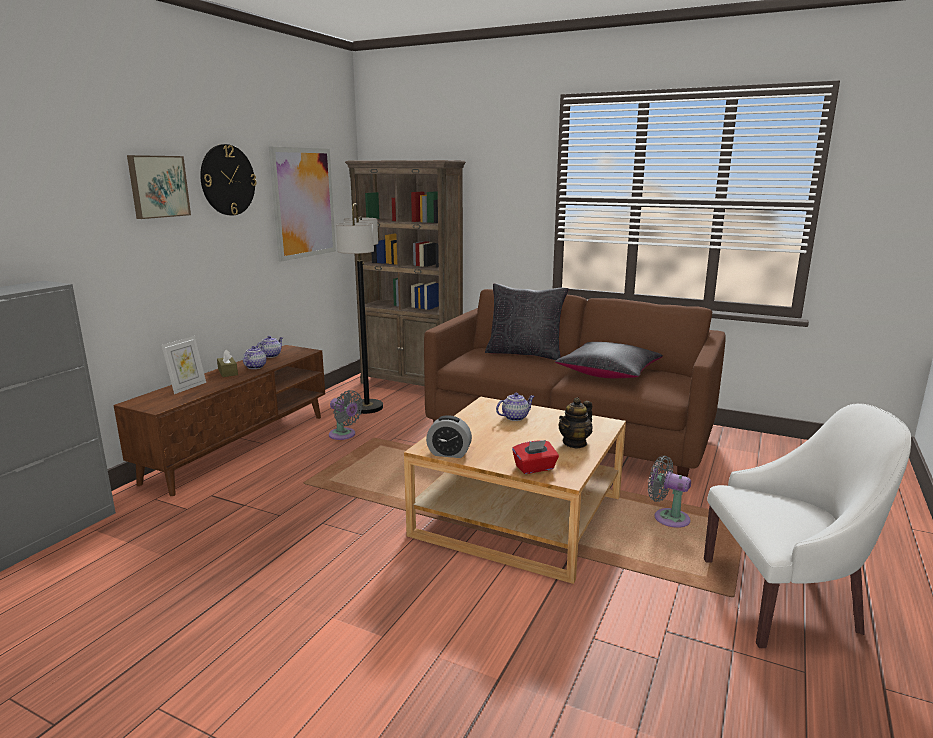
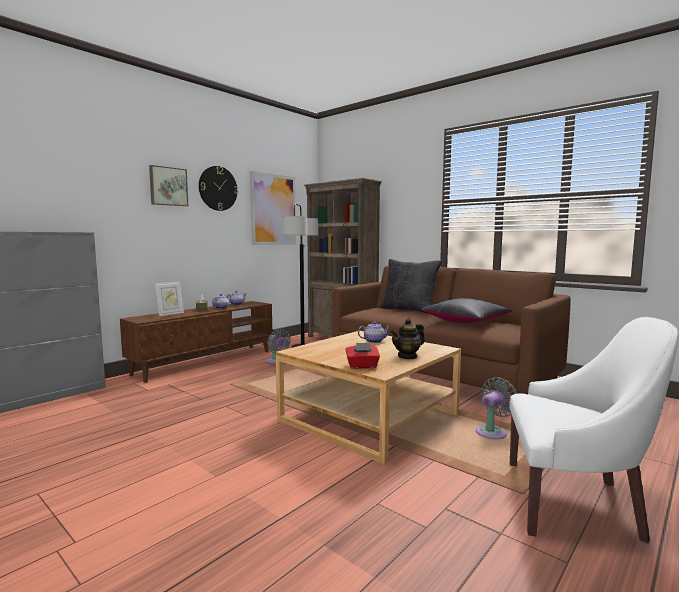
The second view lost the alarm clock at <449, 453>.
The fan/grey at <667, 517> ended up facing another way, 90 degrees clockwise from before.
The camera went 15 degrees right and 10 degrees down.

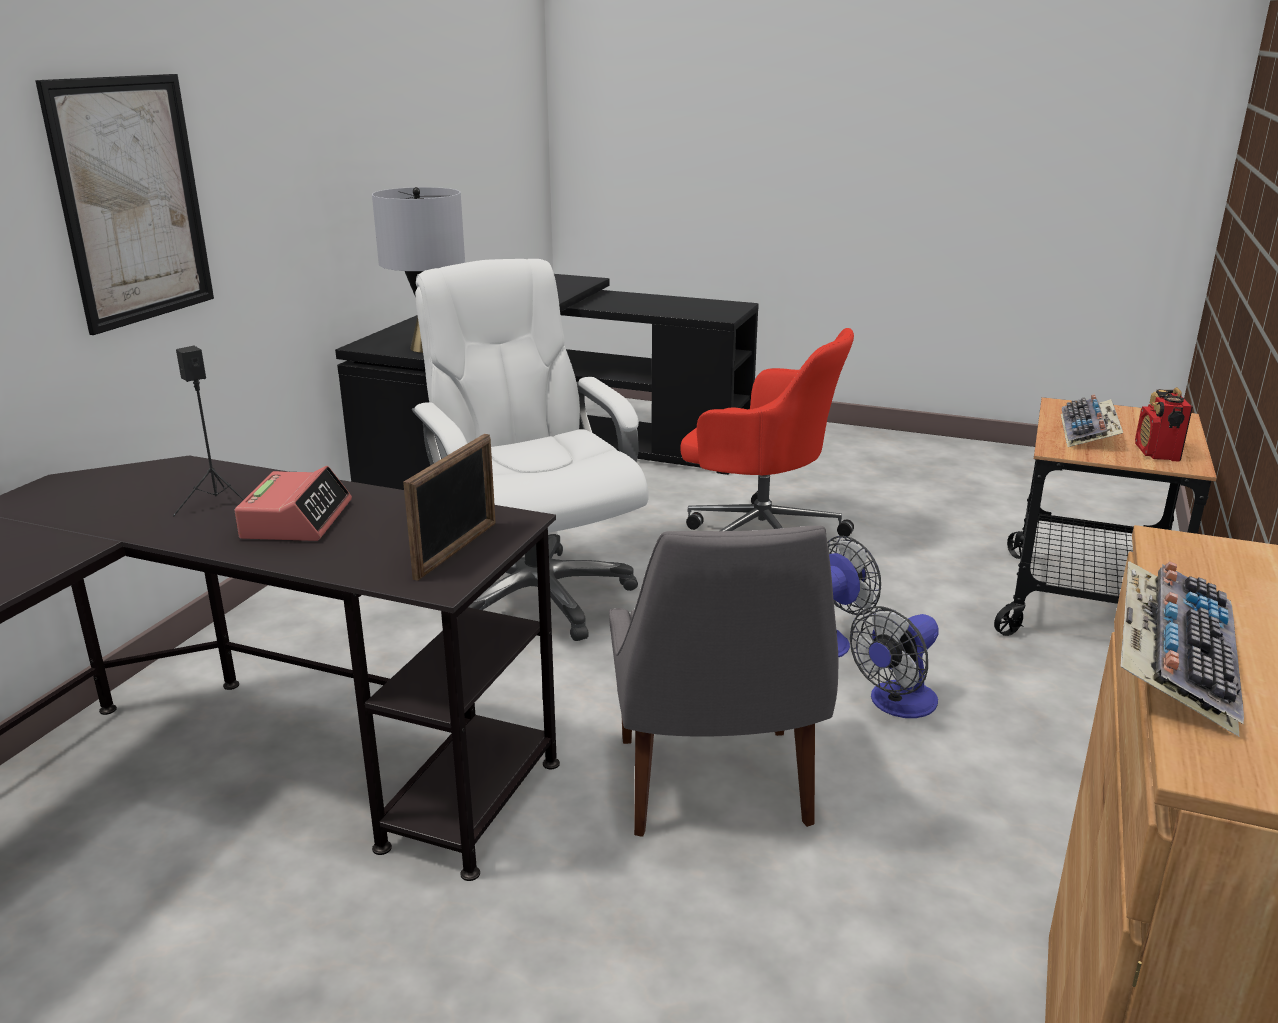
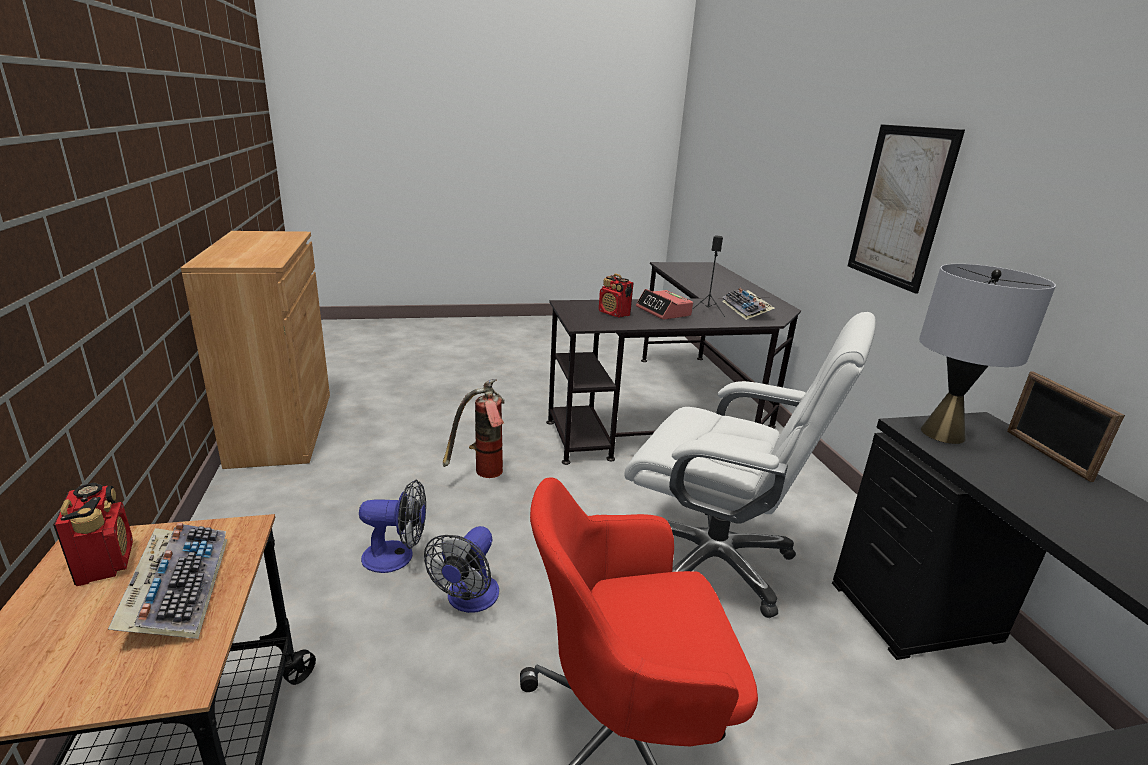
The second view gained the radio receiver at <614, 314>.
The standing frame ended up elsewhere, having gone from <457, 550> to <1046, 454>.
The keyboard ended up elsewhere, having gone from <1172, 657> to <746, 310>.
Where the plain chair/grey stood at <714, 786>, the extinguisher came to stand at <482, 475>.
The fan at <896, 704> ended up facing another way, 75 degrees clockwise from before.
The camera went 145 degrees right and 0 degrees up.

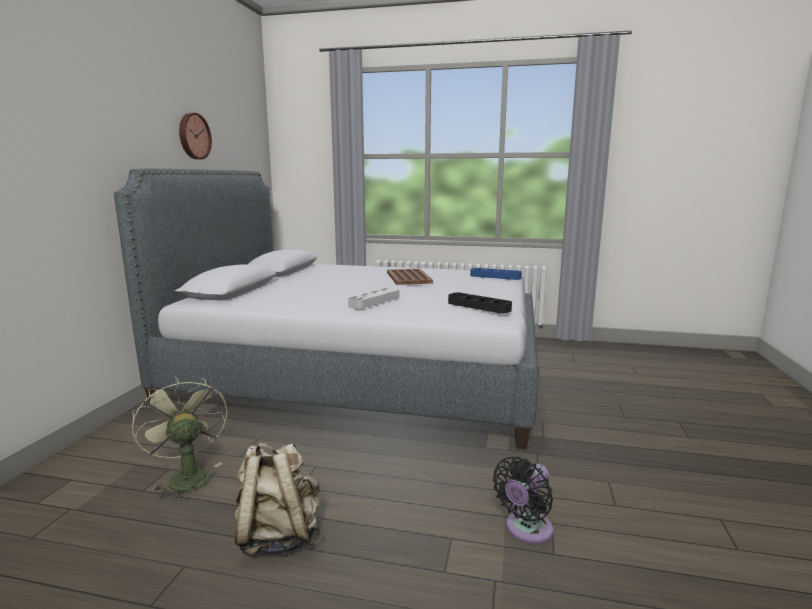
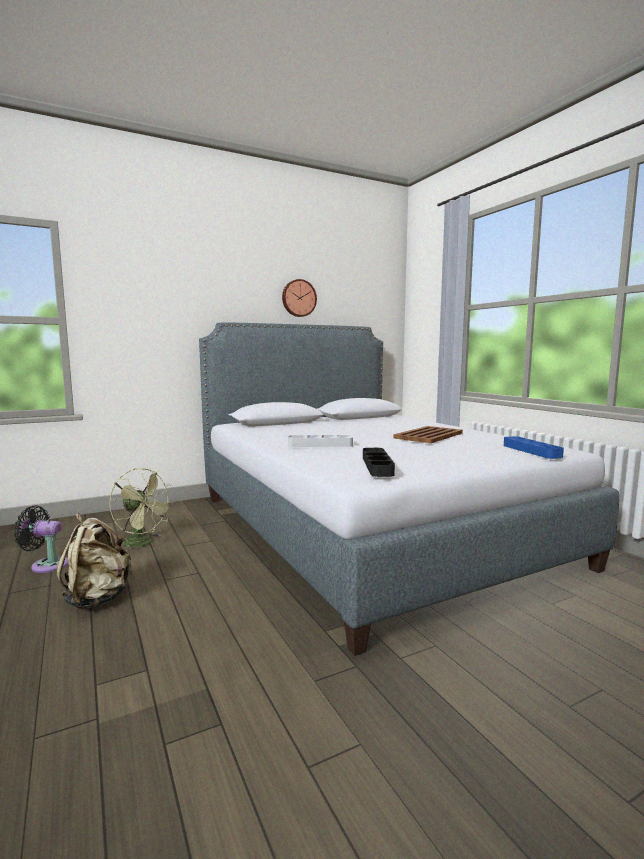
The fan/black-coloured ended up elsewhere, having gone from <526, 530> to <46, 565>.
The fan/green-coloured at <186, 476> ended up facing another way, 105 degrees clockwise from before.
The camera went 50 degrees right and 5 degrees down.

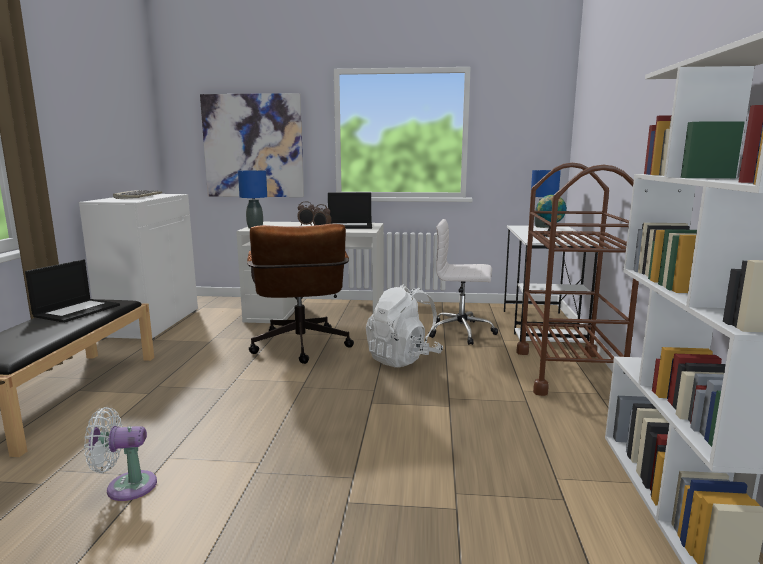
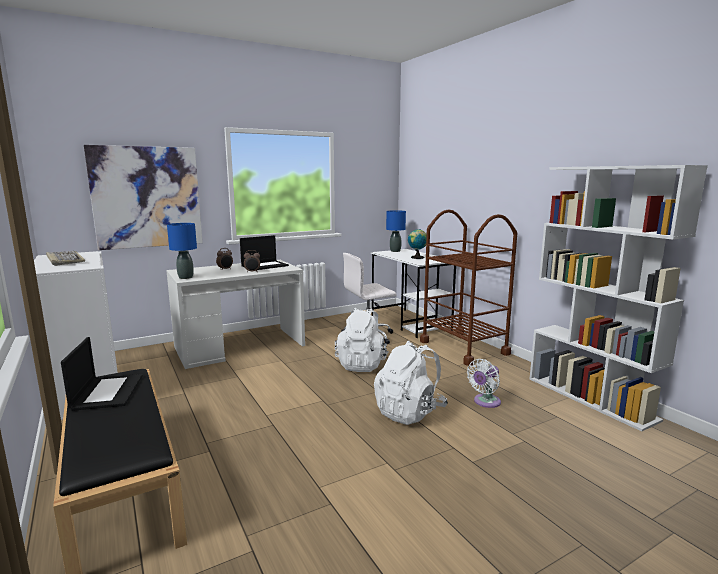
The second view lost the desk chair/brown-coloured at <301, 349>.
The second view gained the knapsack/white-coloured at <409, 412>.
The fan/white-coloured ended up elsewhere, having gone from <126, 486> to <485, 402>.
The camera went 35 degrees left and 0 degrees up.

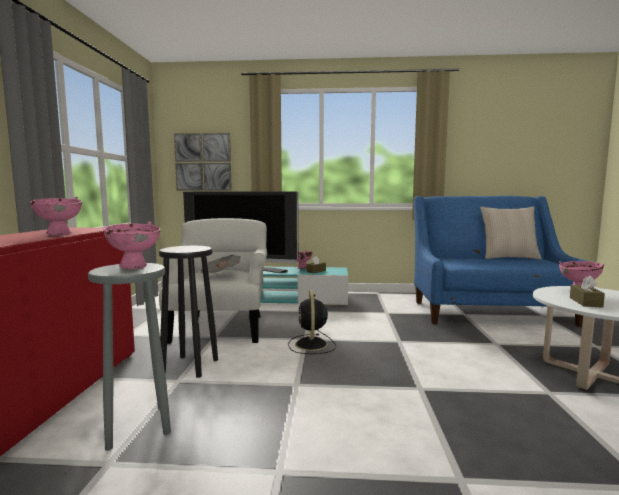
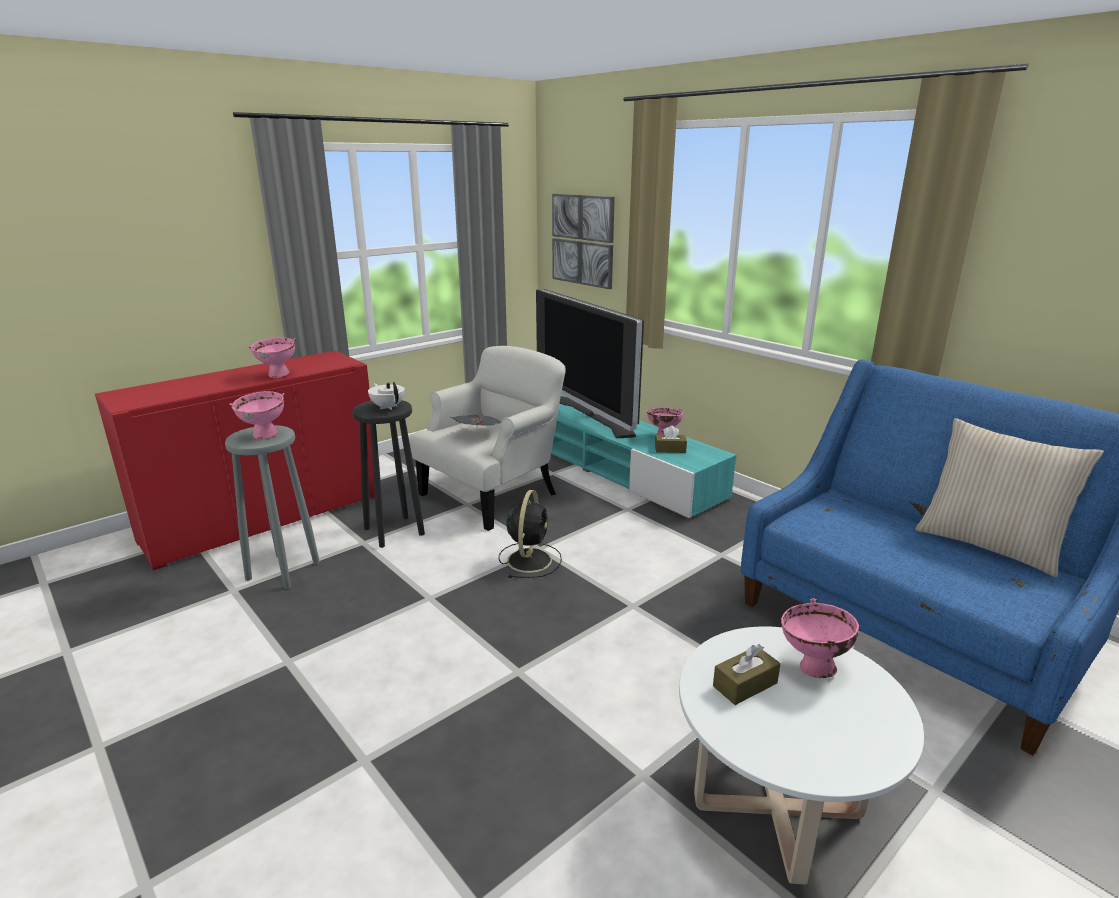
The second view gained the tea pot/white-coloured at <388, 407>.
The fan/black-coloured at <311, 345> ended up facing another way, 150 degrees clockwise from before.
The camera went 45 degrees right and 15 degrees up.

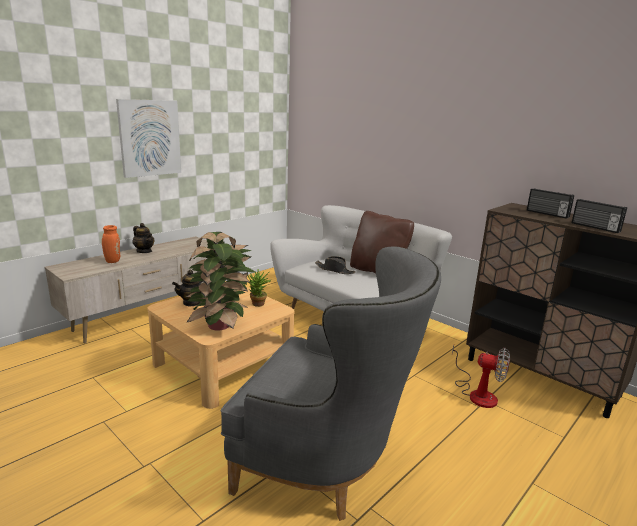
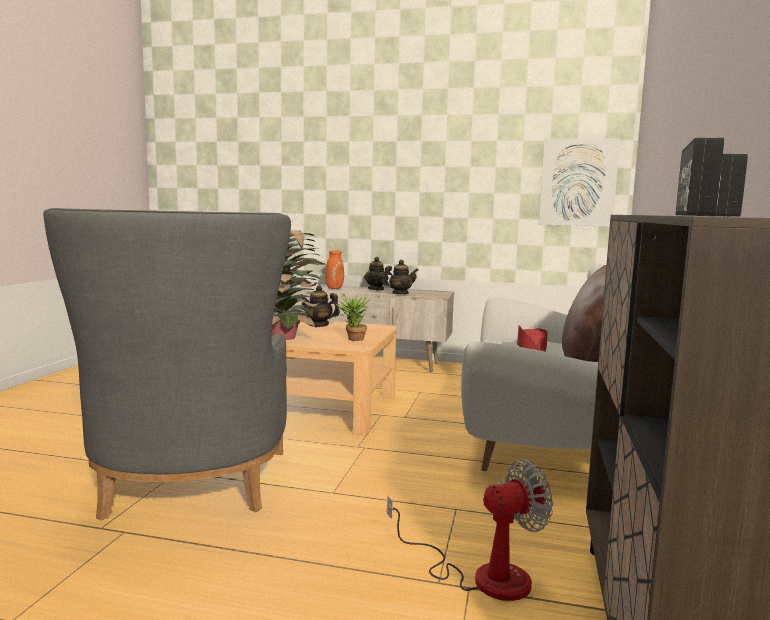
The second view gained the tea pot at <400, 293>.
The picture ended up elsewhere, having gone from <149, 138> to <578, 182>.
What was the clothing hat/black-coloured at <335, 270> turned into the clothing hat/red-coloured at <531, 348>.
The fan at <477, 393> ended up facing another way, 105 degrees counterclockwise from before.
The camera went 60 degrees right and 10 degrees down.

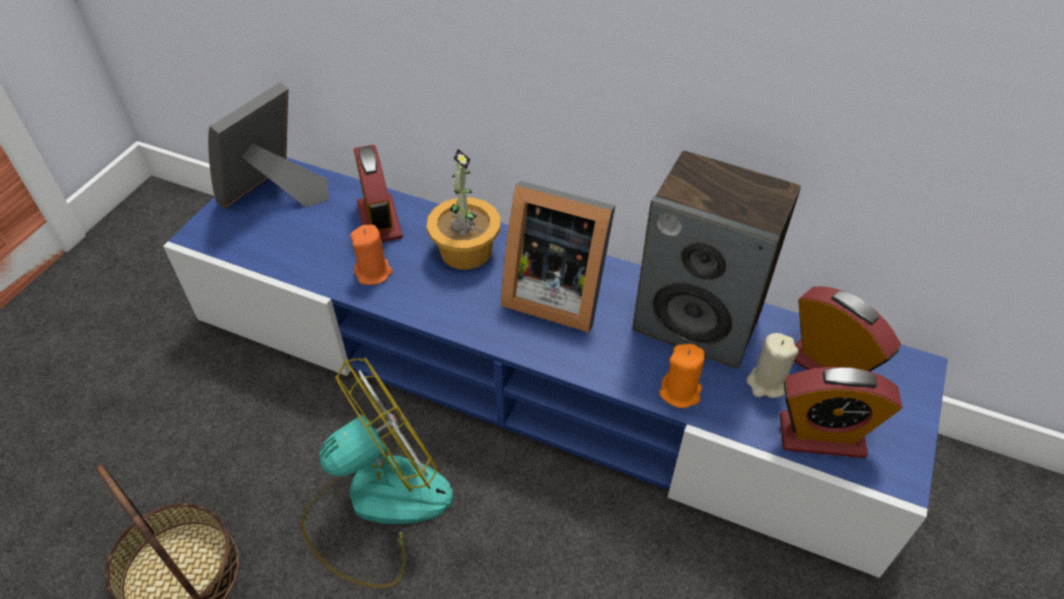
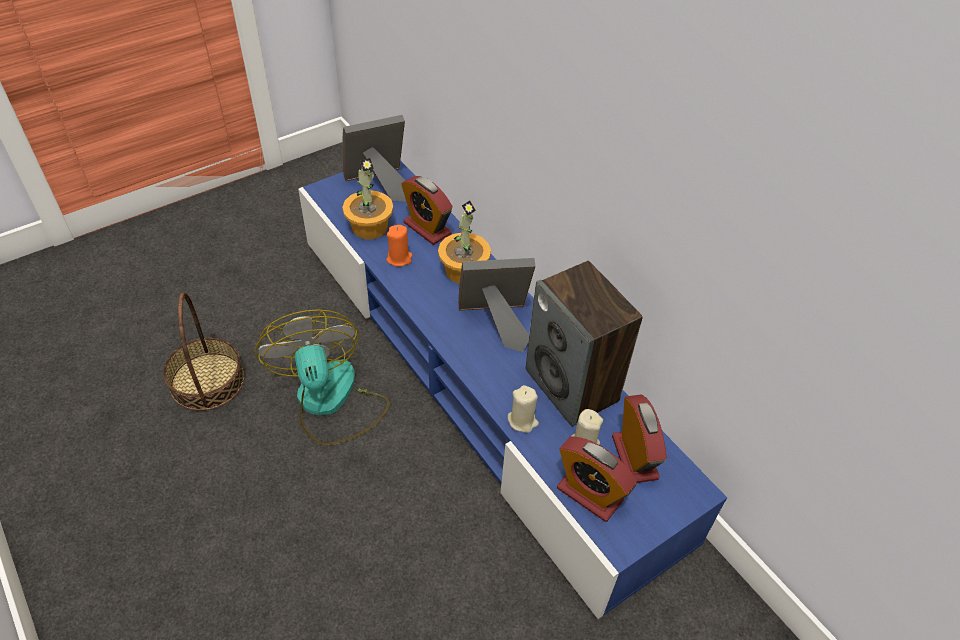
The second view gained the houseplant at <369, 227>.
What was the wax light/orangey at <680, 392> turned into the wax light/beige-coloured at <522, 421>.
The fan at <377, 505> ended up facing another way, 105 degrees counterclockwise from before.
The alarm clock at <379, 221> ended up facing another way, 120 degrees clockwise from before.
The standing frame at <554, 293> ended up facing another way, 120 degrees clockwise from before.
The camera went 30 degrees right and 0 degrees up.

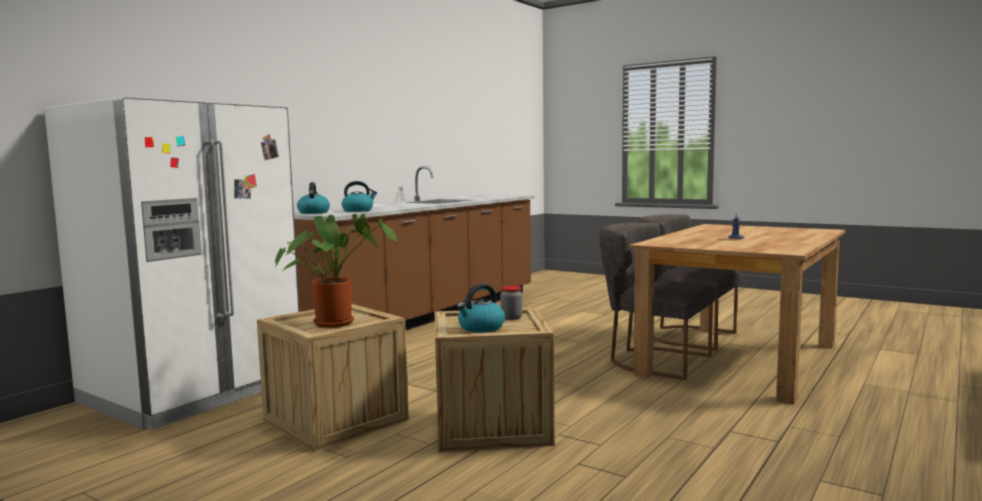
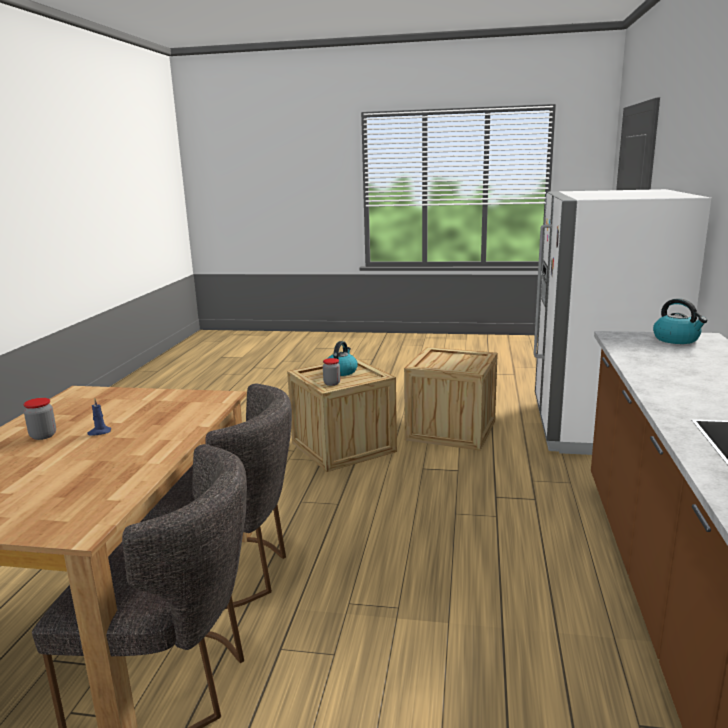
The second view lost the houseplant at <337, 322>.
The second view lost the kettle at <358, 210>.
The second view gained the preserve jar at <43, 436>.
The camera went 155 degrees right and 10 degrees up.

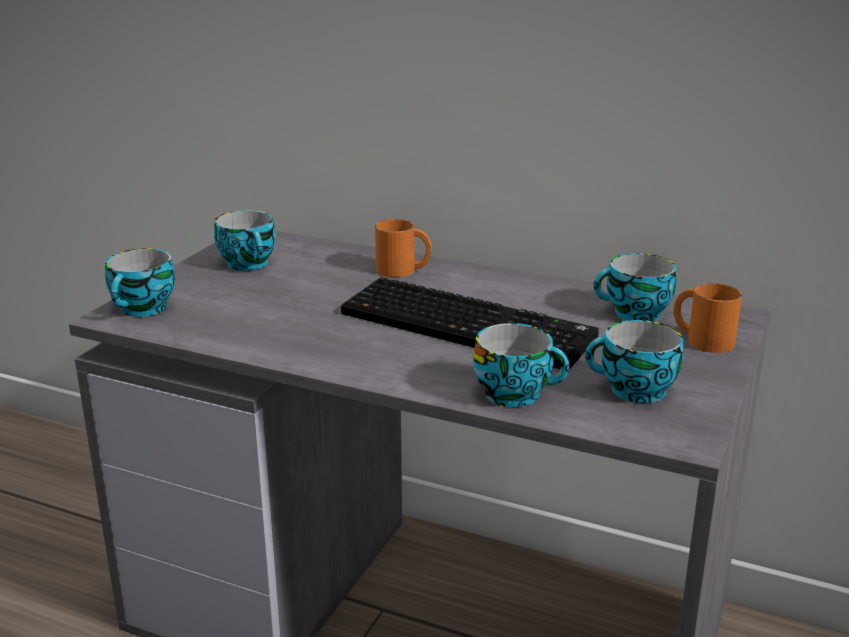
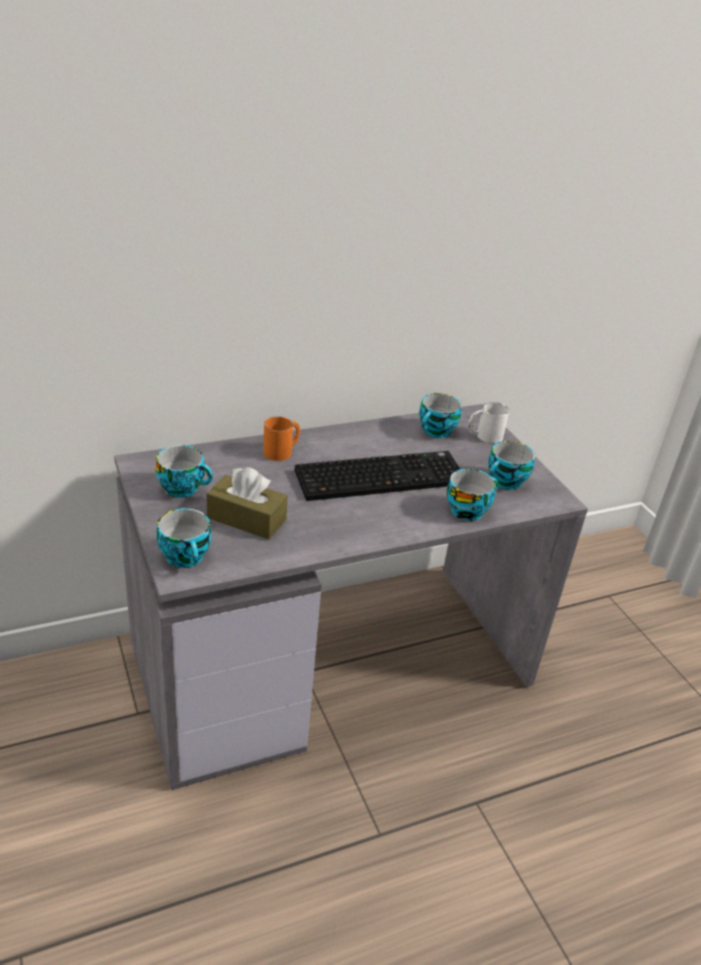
The second view gained the tissue holder/brown-coloured at <246, 518>.
What was the tea mug/orangey at <701, 339> turned into the tea mug/white-coloured at <484, 436>.
The camera went 50 degrees left and 10 degrees up.

